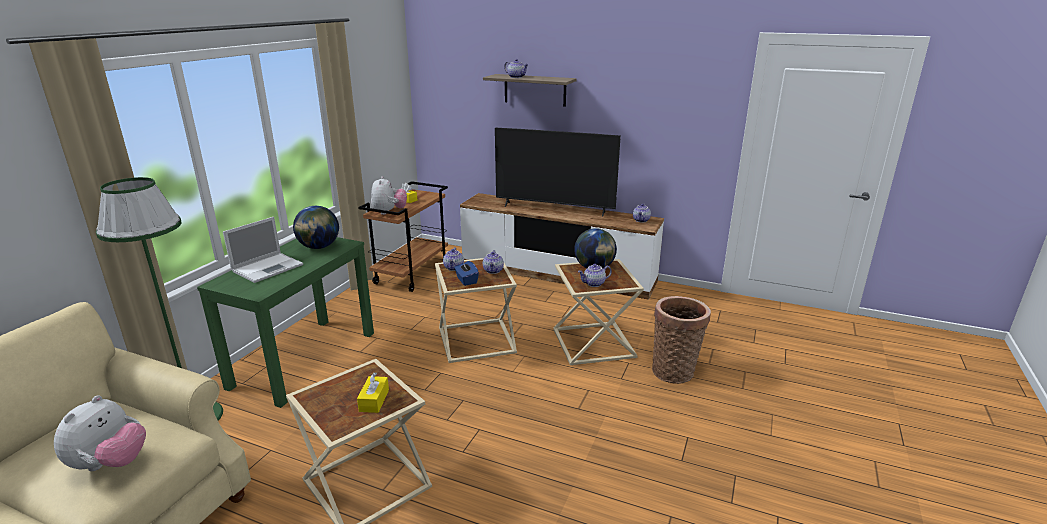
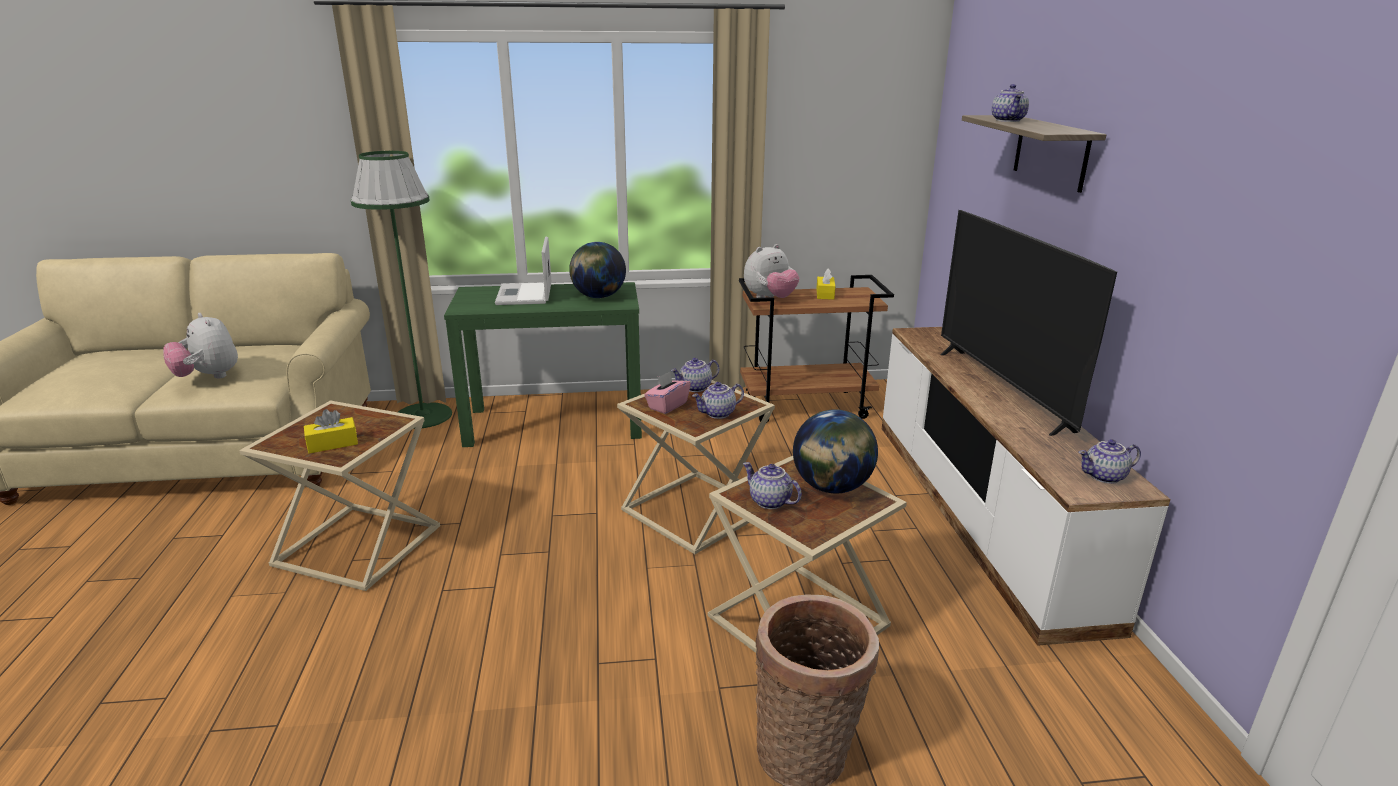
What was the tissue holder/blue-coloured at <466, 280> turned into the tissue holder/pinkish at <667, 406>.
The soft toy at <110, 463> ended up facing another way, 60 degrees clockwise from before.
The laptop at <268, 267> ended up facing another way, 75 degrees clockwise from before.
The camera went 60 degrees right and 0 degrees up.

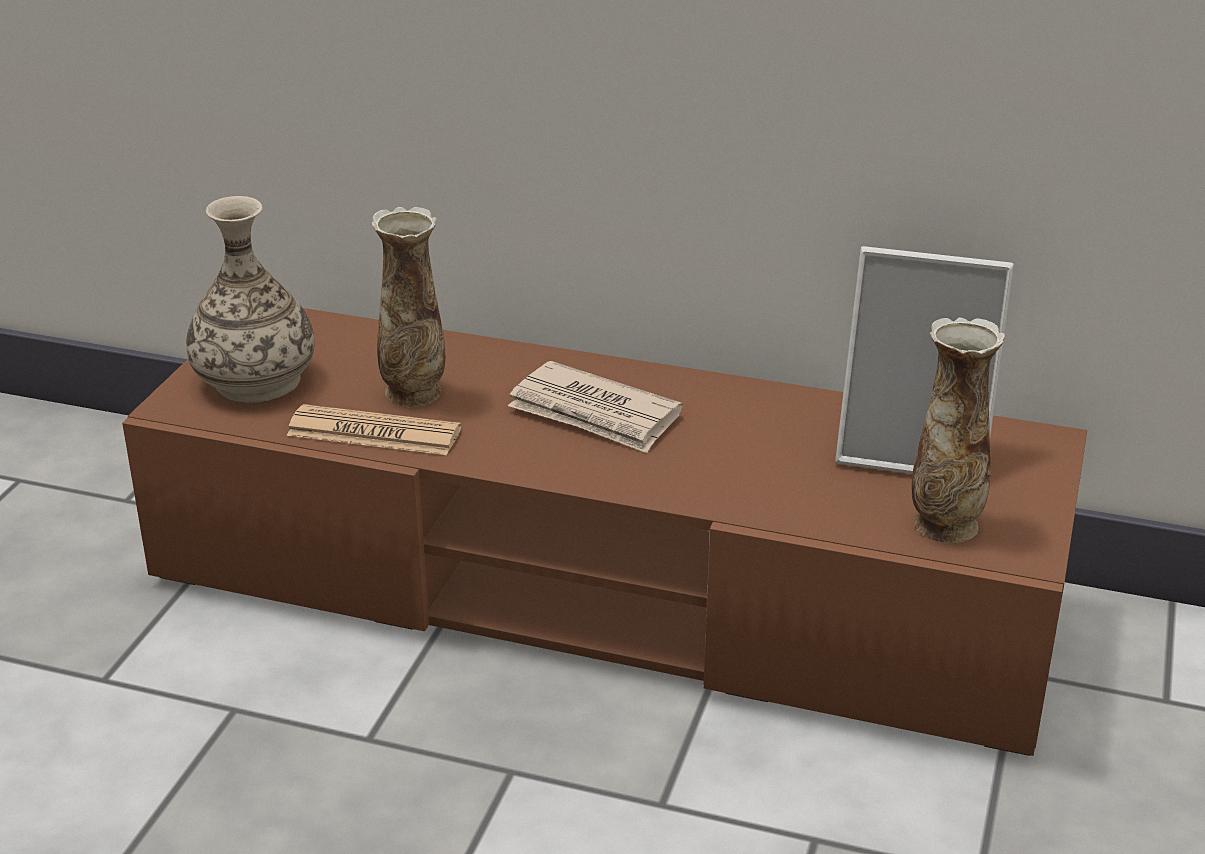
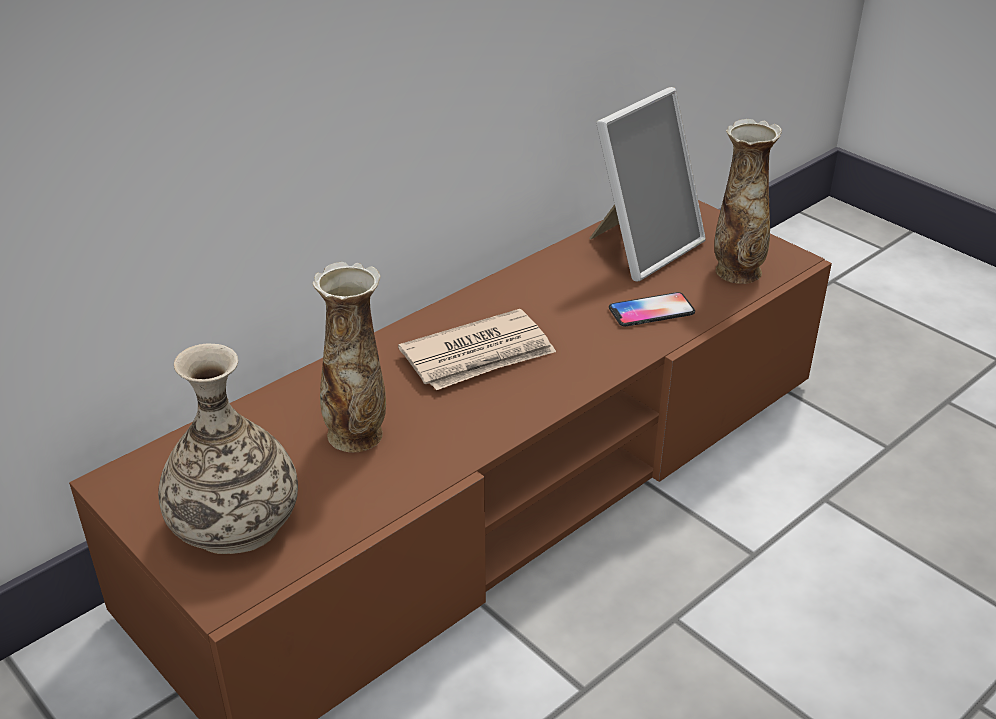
The second view lost the daily paper at <374, 433>.
The second view gained the telephone at <651, 311>.
The camera went 60 degrees left and 5 degrees up.

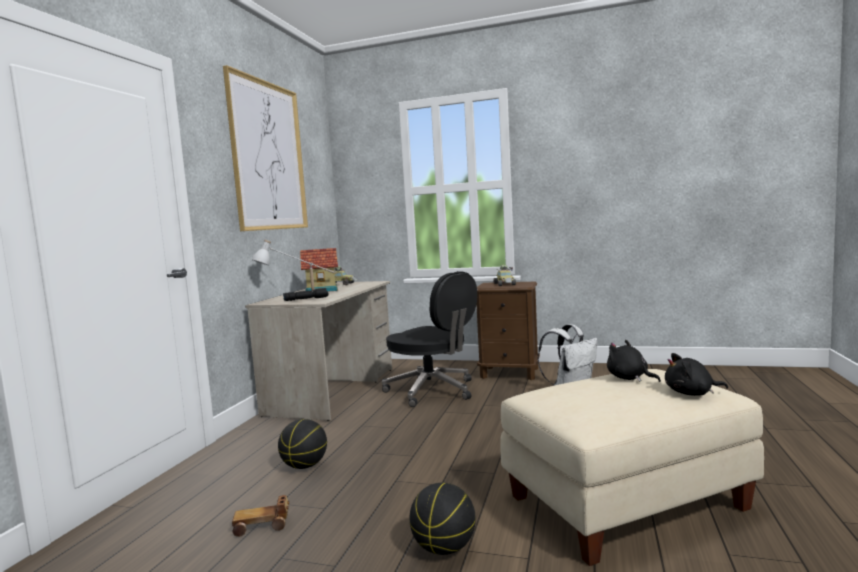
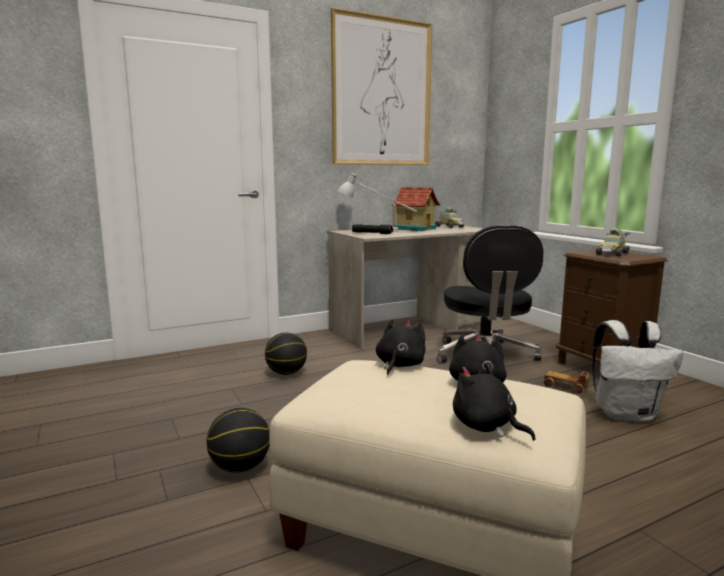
The second view gained the soft toy/black-coloured at <399, 365>.
The toy car ended up elsewhere, having gone from <263, 525> to <566, 387>.
The camera went 45 degrees right and 5 degrees up.

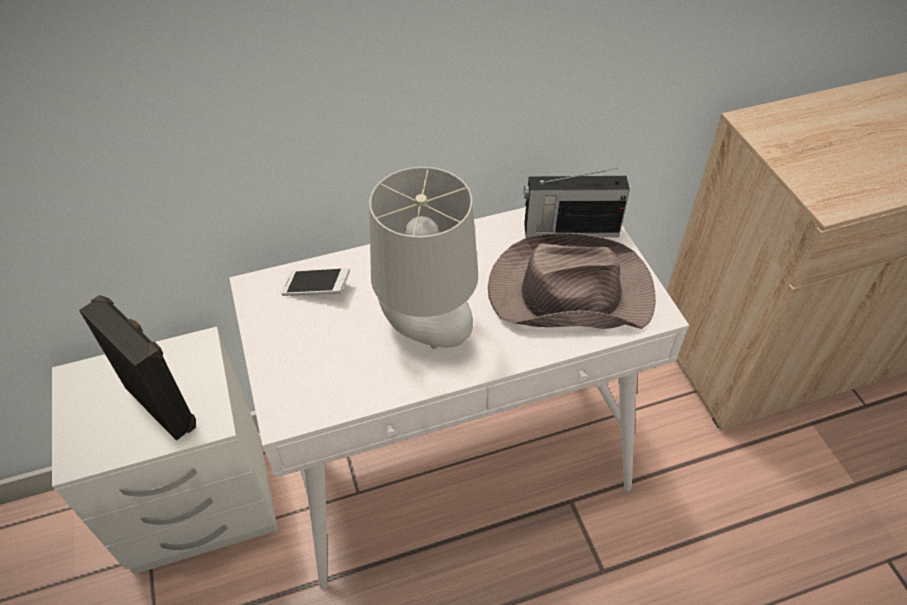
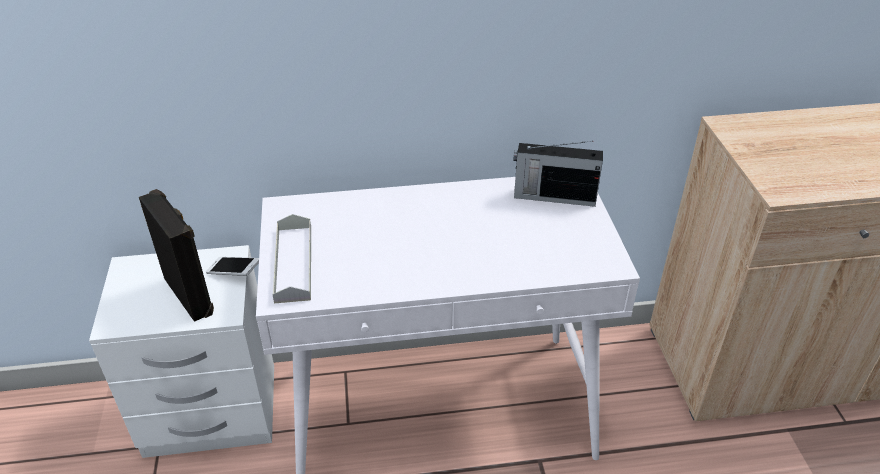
The second view lost the lamp for a table/grey at <427, 332>.
The second view lost the clothing hat/brown-coloured at <568, 291>.
The second view gained the serving tray/grey at <293, 263>.
The telephone ended up elsewhere, having gone from <317, 289> to <234, 272>.
The camera went 10 degrees right and 10 degrees down.

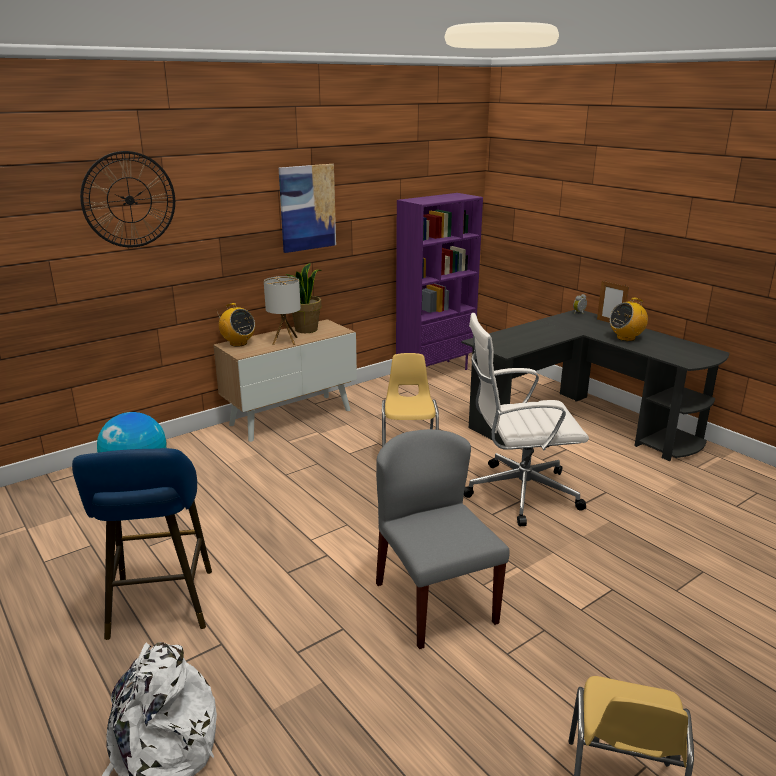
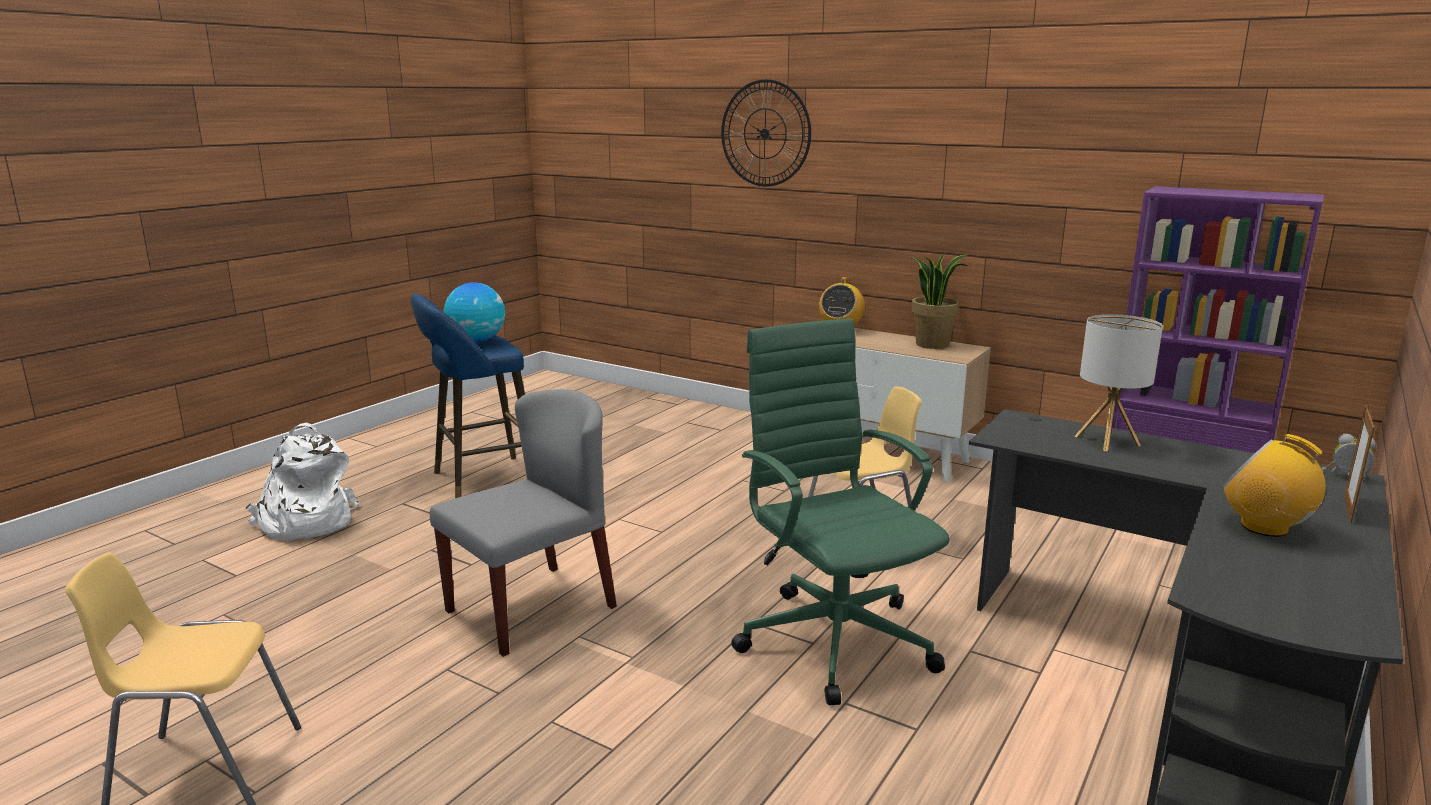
The second view lost the picture at <307, 207>.
The lamp for a table ended up elsewhere, having gone from <285, 341> to <1106, 441>.
What was the desk chair/white-coloured at <518, 493> turned into the desk chair/green-coloured at <834, 638>.
The camera went 70 degrees right and 5 degrees down.

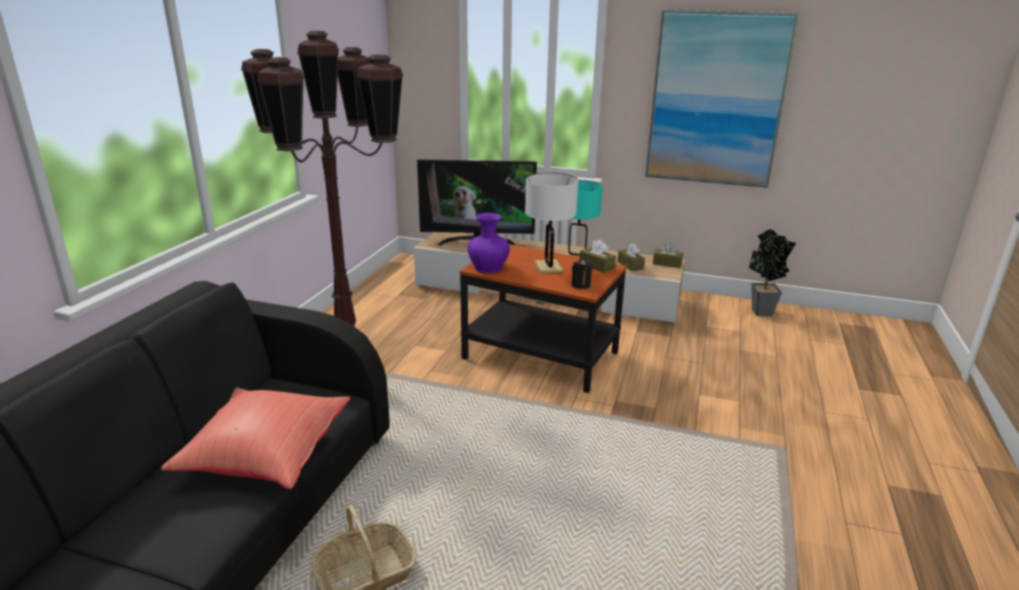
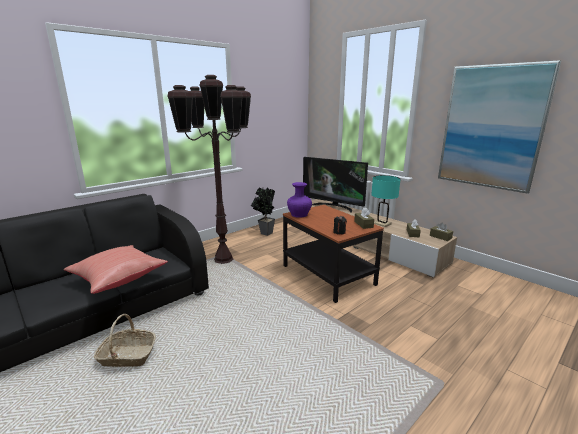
The second view lost the lamp for a table/white-coloured at <548, 267>.
The houseplant ended up elsewhere, having gone from <760, 314> to <264, 233>.
The camera went 30 degrees right and 5 degrees down.

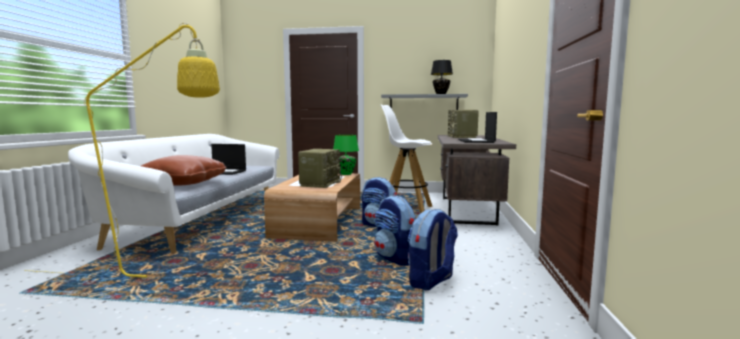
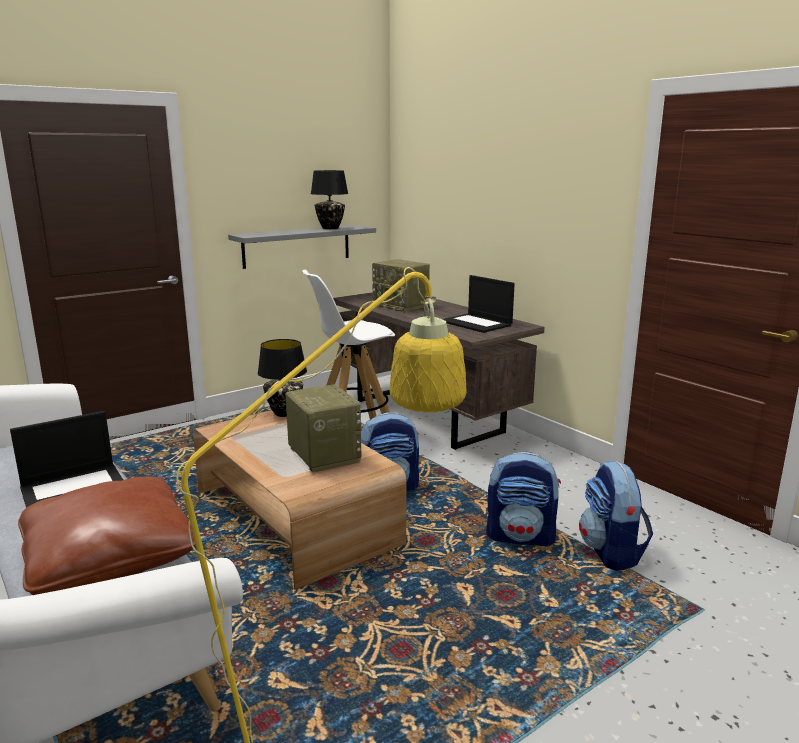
What was the lamp for a table/green-coloured at <345, 174> turned into the lamp for a table/black-coloured at <284, 413>.
The camera went 45 degrees left and 10 degrees up.

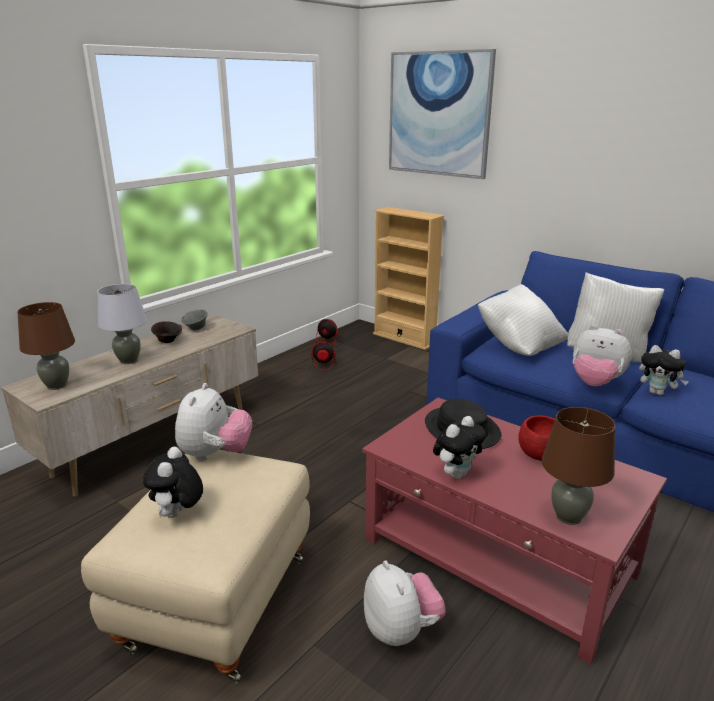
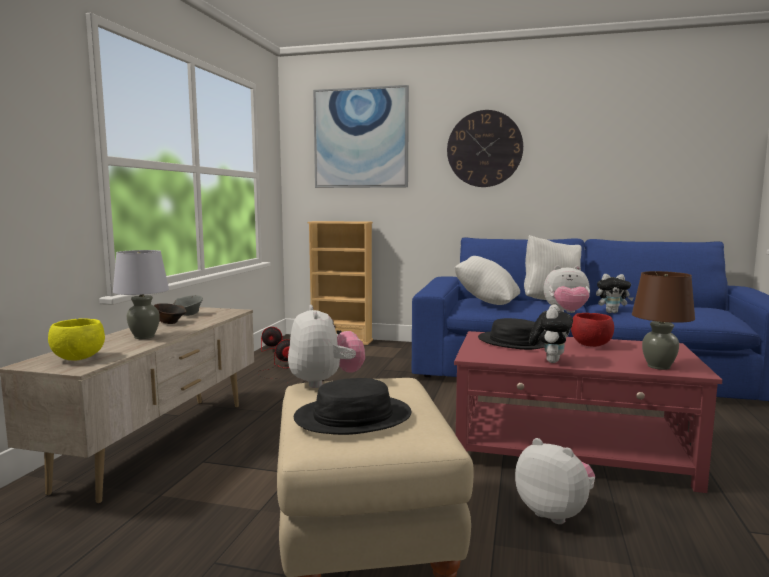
The second view gained the wall clock at <484, 149>.
Where the lamp for a table/brown-coloured stood at <57, 385>, the bowl/yellowish came to stand at <79, 358>.
Where the soft toy stood at <178, 515>, the clothing hat/black-coloured came to stand at <353, 417>.
The camera went 25 degrees left and 15 degrees down.

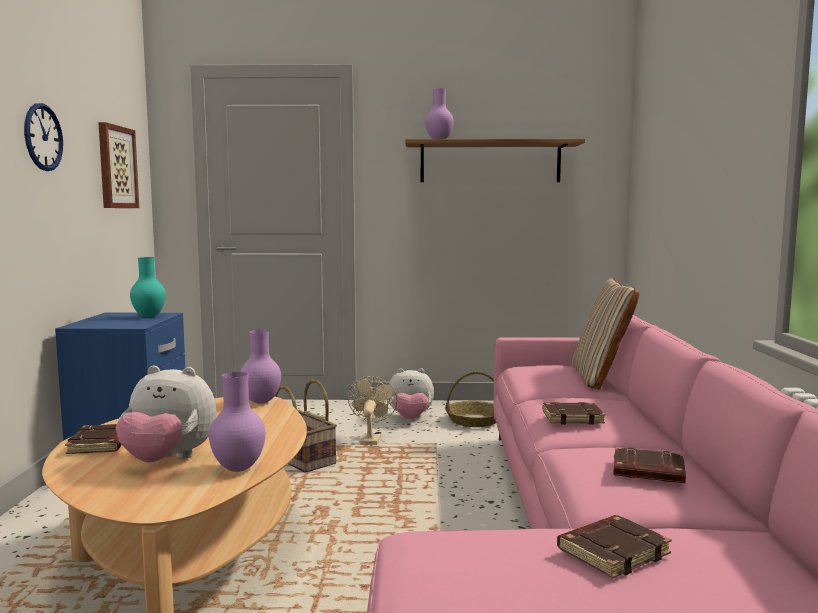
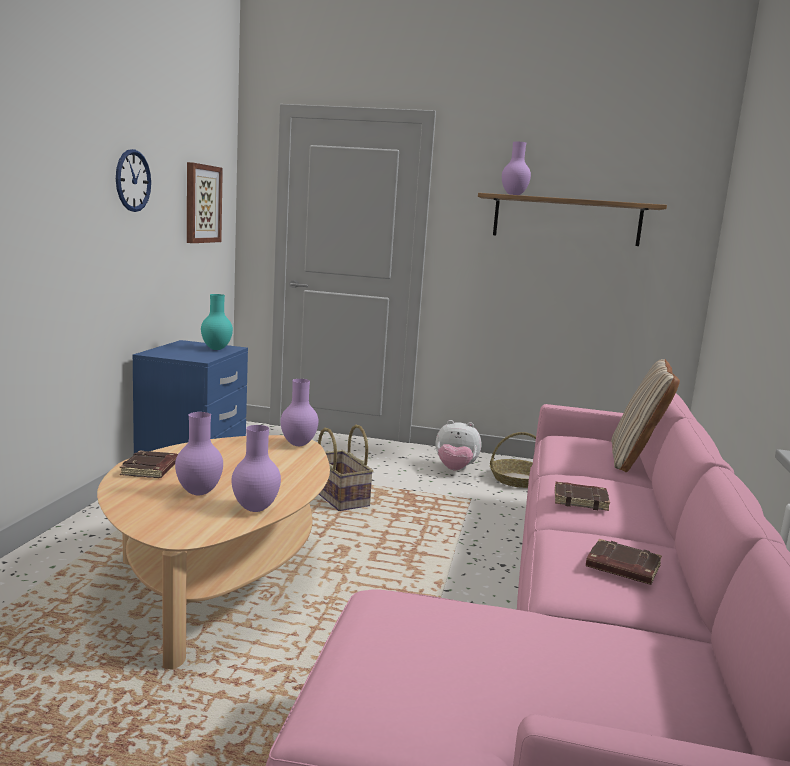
The second view lost the fan/beige-coloured at <371, 439>.
The second view lost the volume/brown-coloured at <612, 552>.
Where the soft toy stood at <168, 460>, the decorative vase/purple-coloured came to stand at <200, 492>.
The camera went 10 degrees right and 5 degrees up.

